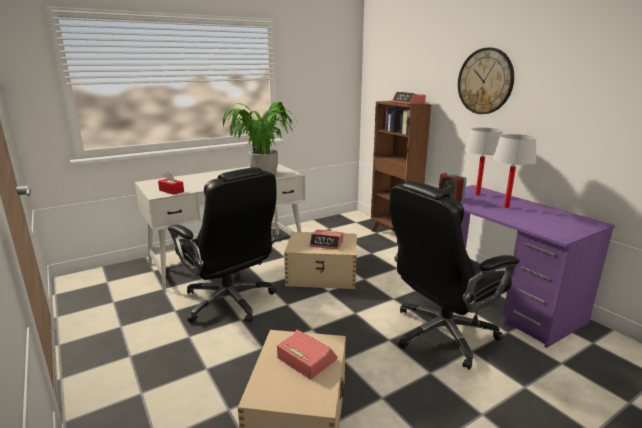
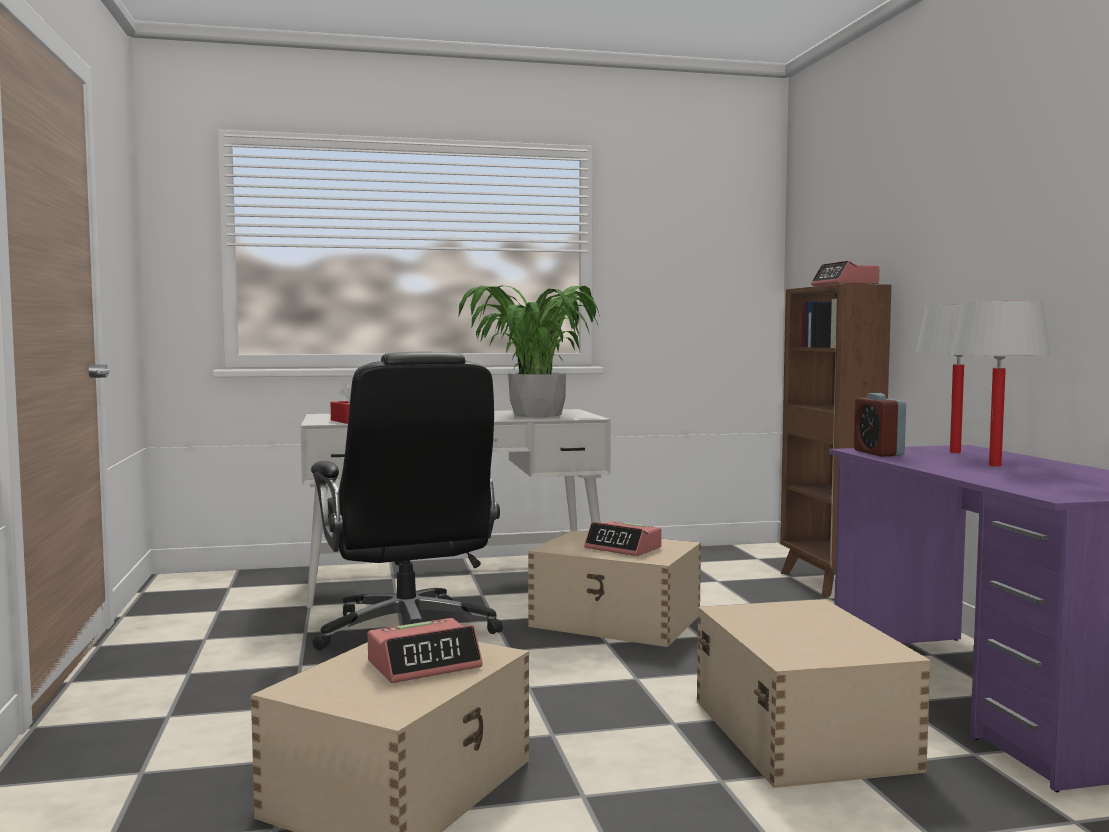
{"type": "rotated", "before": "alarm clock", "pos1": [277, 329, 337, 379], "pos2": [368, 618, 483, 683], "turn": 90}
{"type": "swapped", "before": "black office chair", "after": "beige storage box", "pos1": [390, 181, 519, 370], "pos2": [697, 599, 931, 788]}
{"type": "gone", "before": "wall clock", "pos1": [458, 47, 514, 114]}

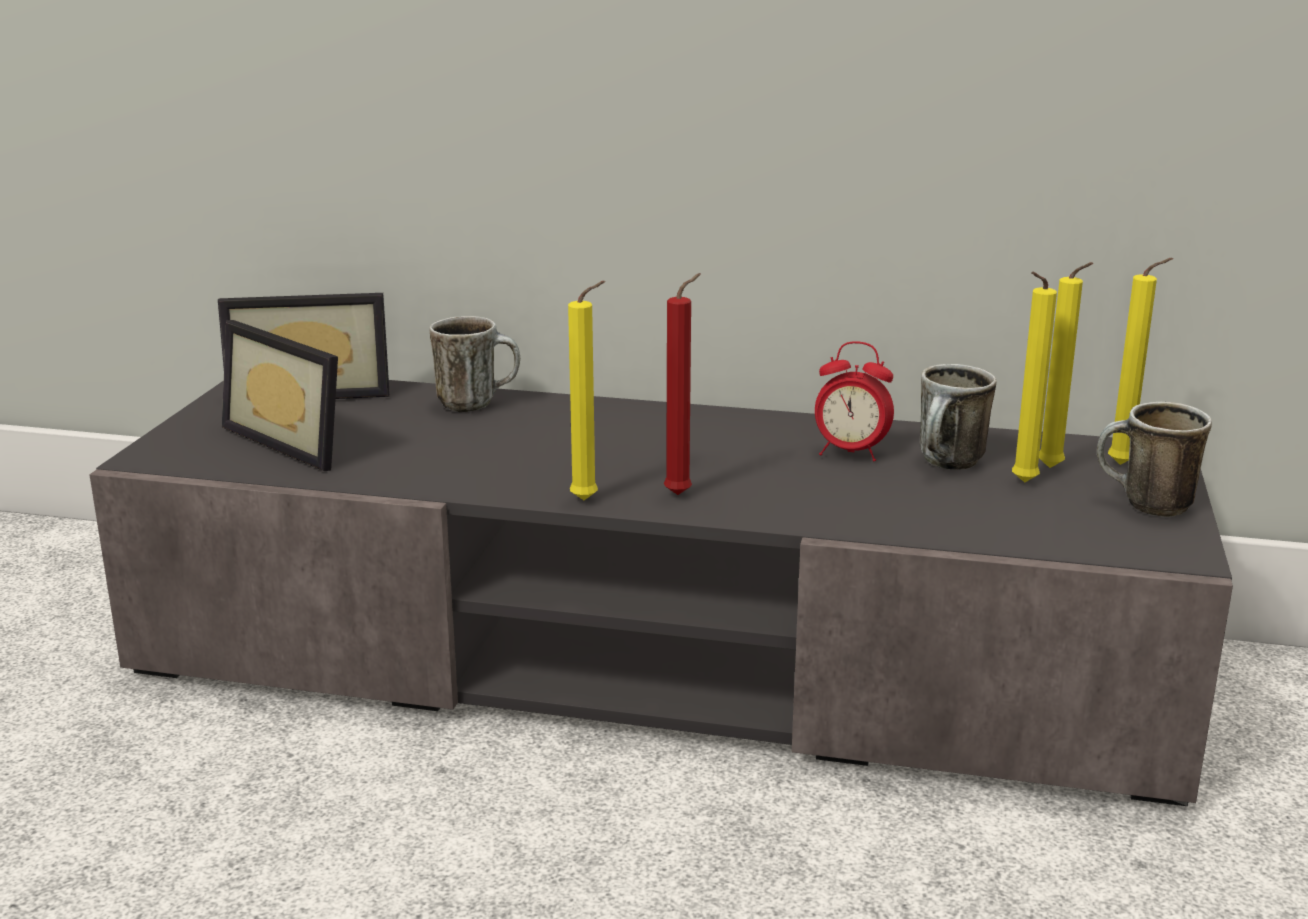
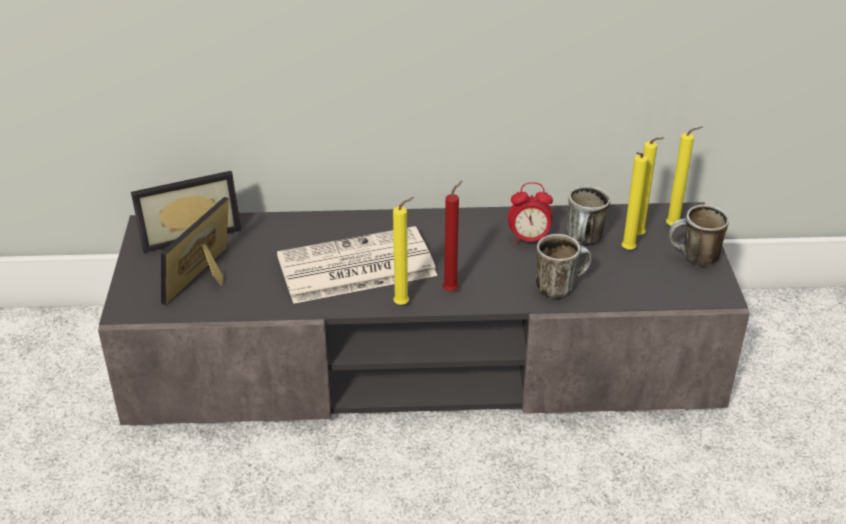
{"type": "rotated", "before": "picture frame", "pos1": [222, 320, 338, 471], "pos2": [161, 197, 229, 306], "turn": 90}
{"type": "shifted", "before": "mug", "pos1": [429, 316, 520, 412], "pos2": [536, 234, 592, 299]}
{"type": "new", "after": "newspaper", "pos2": [277, 226, 437, 304]}

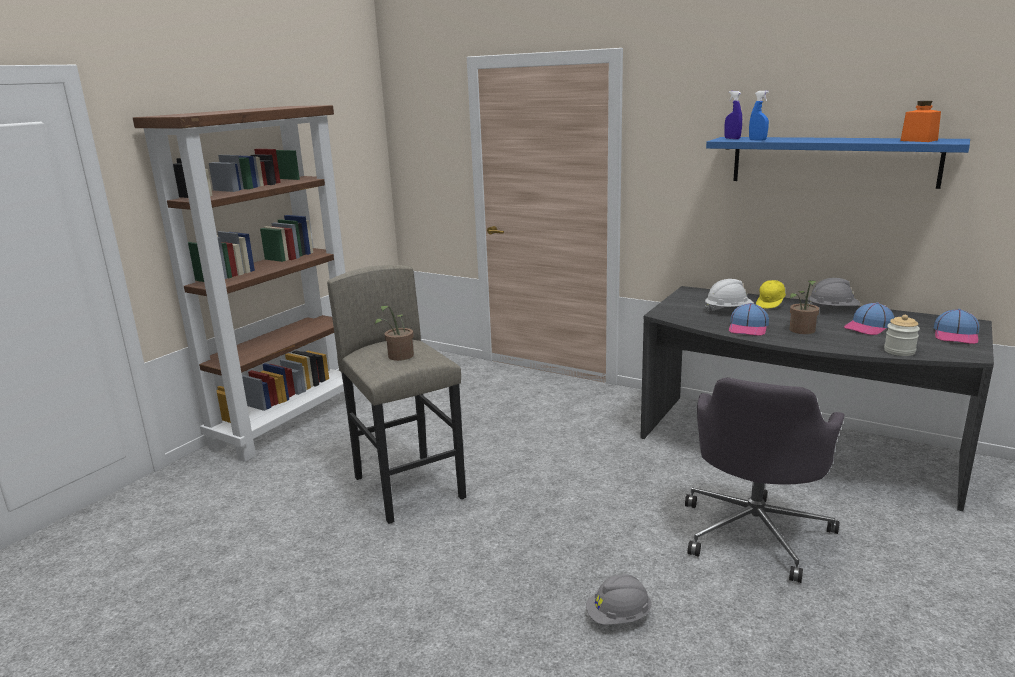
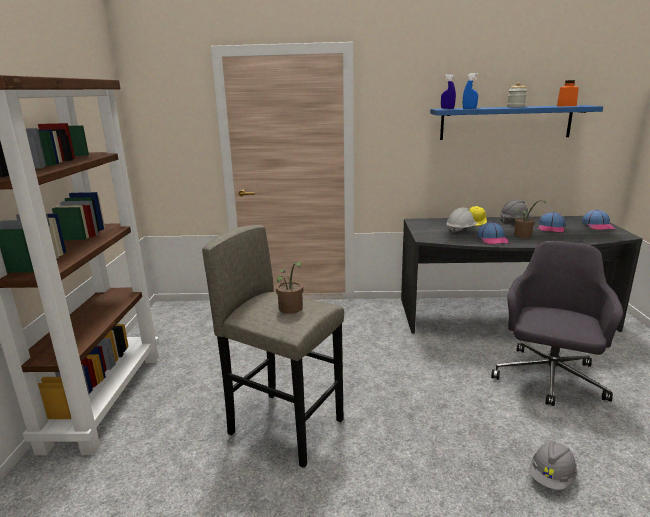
{"type": "rotated", "before": "grey office chair", "pos1": [685, 377, 845, 583], "pos2": [491, 241, 623, 406], "turn": -150}
{"type": "shifted", "before": "jar", "pos1": [884, 315, 920, 356], "pos2": [507, 82, 527, 107]}

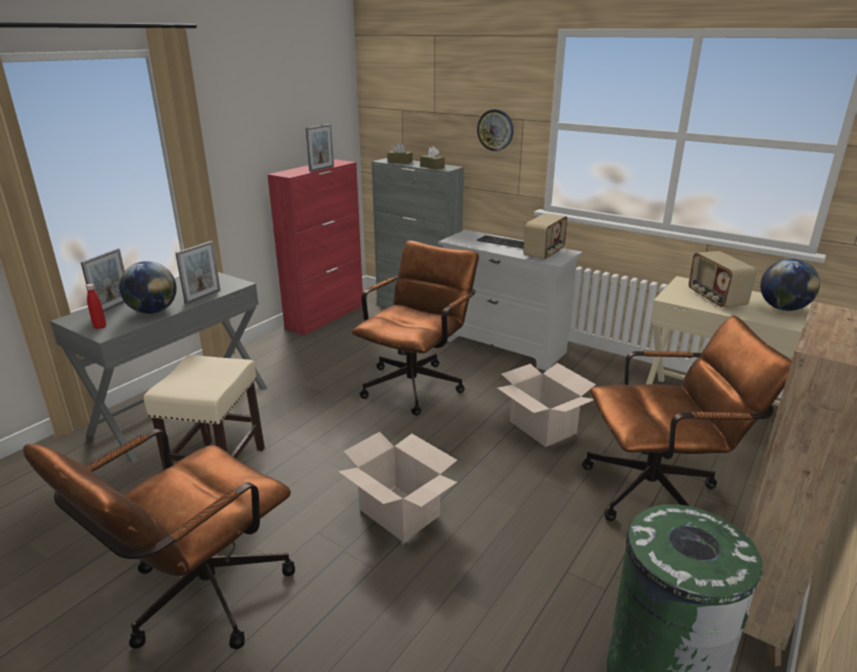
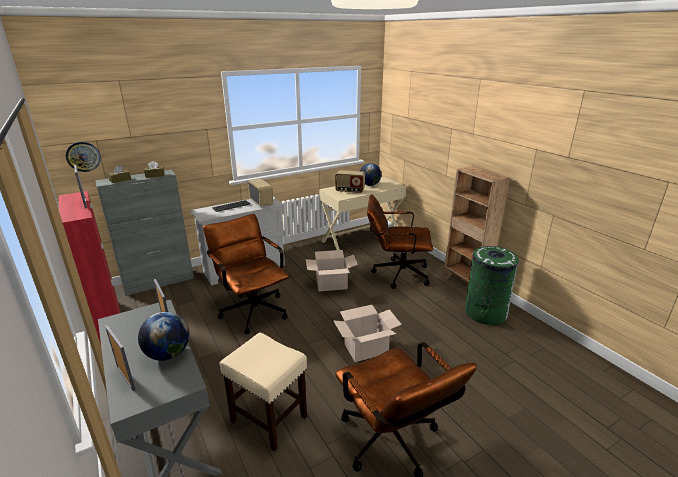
{"type": "gone", "before": "red bottle", "pos1": [86, 284, 106, 329]}
{"type": "shifted", "before": "wall clock", "pos1": [477, 109, 513, 151], "pos2": [66, 142, 101, 172]}
{"type": "rotated", "before": "brown office chair", "pos1": [582, 316, 792, 521], "pos2": [367, 194, 433, 289], "turn": -105}

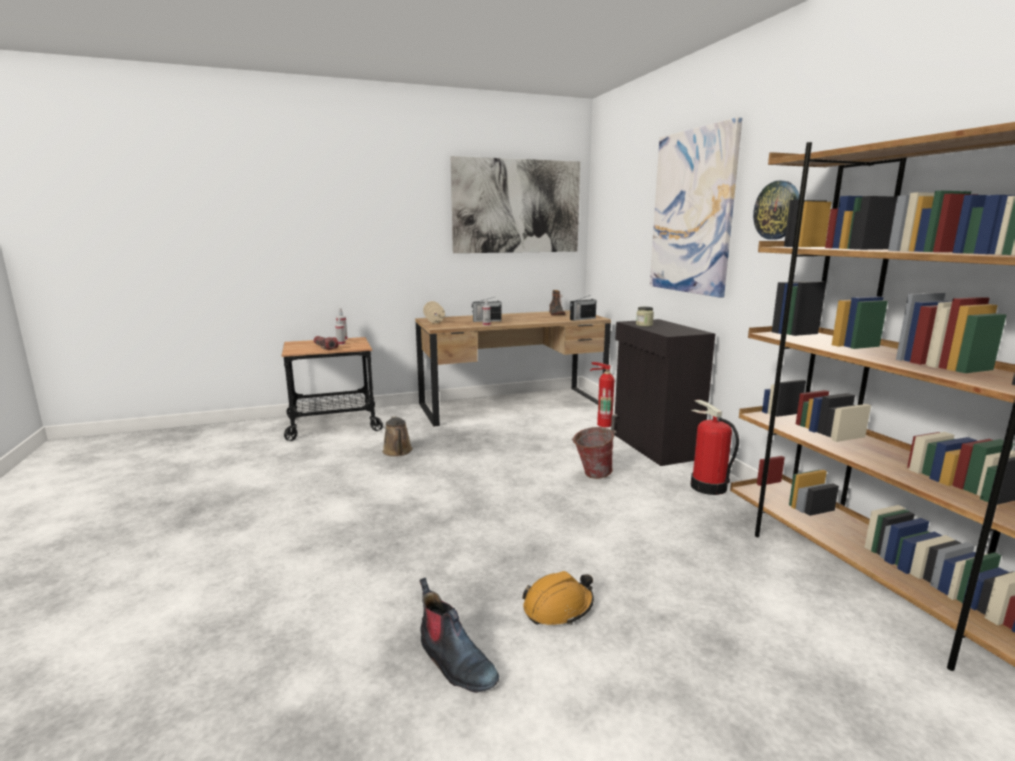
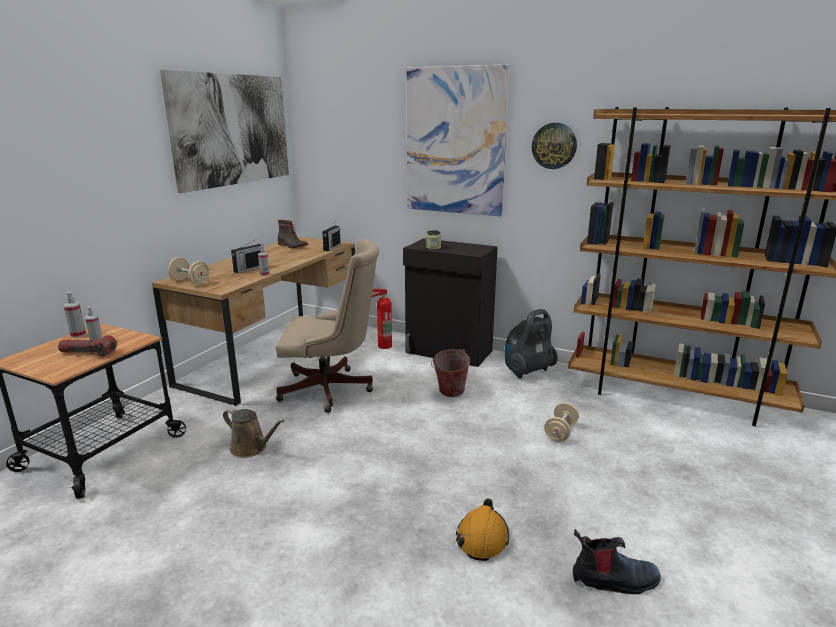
{"type": "shifted", "before": "orange hard hat", "pos1": [522, 571, 594, 625], "pos2": [456, 498, 509, 561]}
{"type": "swapped", "before": "fire extinguisher", "after": "vacuum cleaner", "pos1": [691, 400, 739, 495], "pos2": [504, 309, 558, 379]}
{"type": "new", "after": "beige office chair", "pos2": [276, 239, 380, 413]}
{"type": "new", "after": "beige dumbbell", "pos2": [544, 402, 579, 442]}

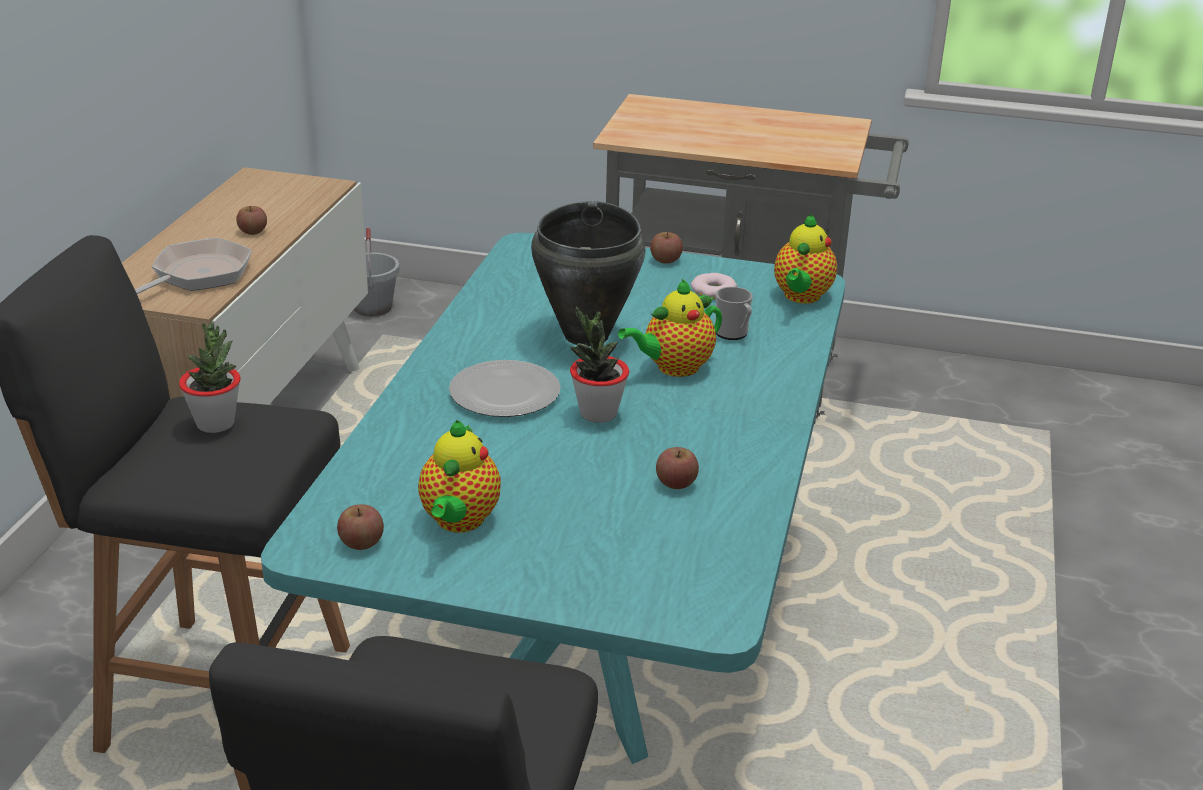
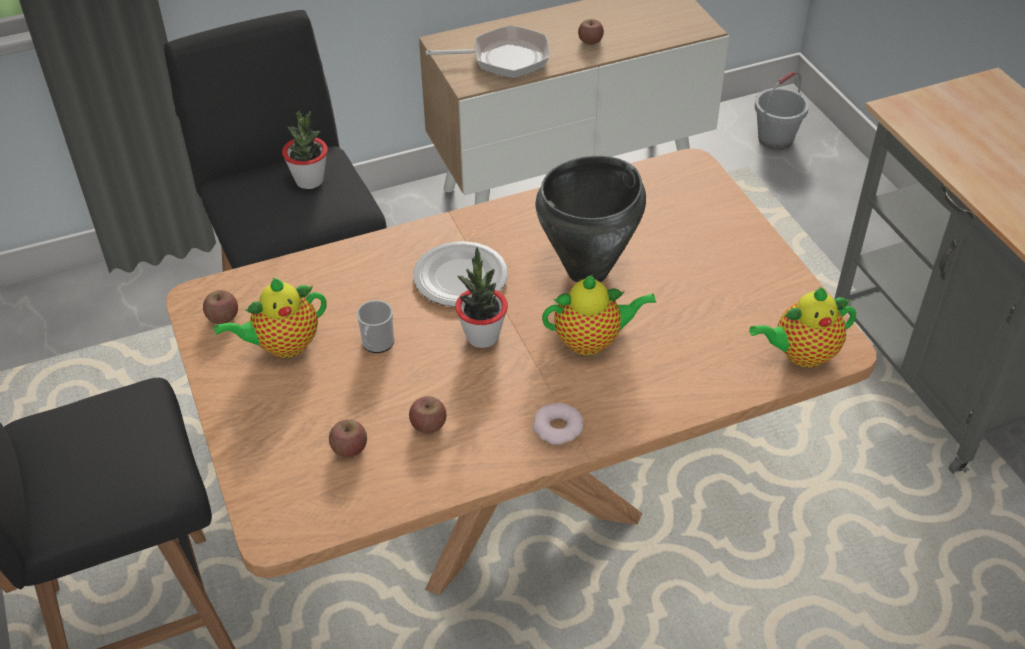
{"type": "repainted", "before": "turquoise dining table", "after": "brown dining table", "pos1": [261, 233, 845, 764], "pos2": [166, 148, 877, 595]}
{"type": "rotated", "before": "teapot", "pos1": [618, 279, 722, 377], "pos2": [542, 275, 657, 355], "turn": 150}
{"type": "shifted", "before": "apple", "pos1": [650, 232, 683, 264], "pos2": [329, 419, 367, 458]}
{"type": "shifted", "before": "donut", "pos1": [691, 273, 737, 299], "pos2": [533, 403, 583, 444]}
{"type": "shifted", "before": "mug", "pos1": [715, 287, 753, 340], "pos2": [356, 300, 394, 353]}

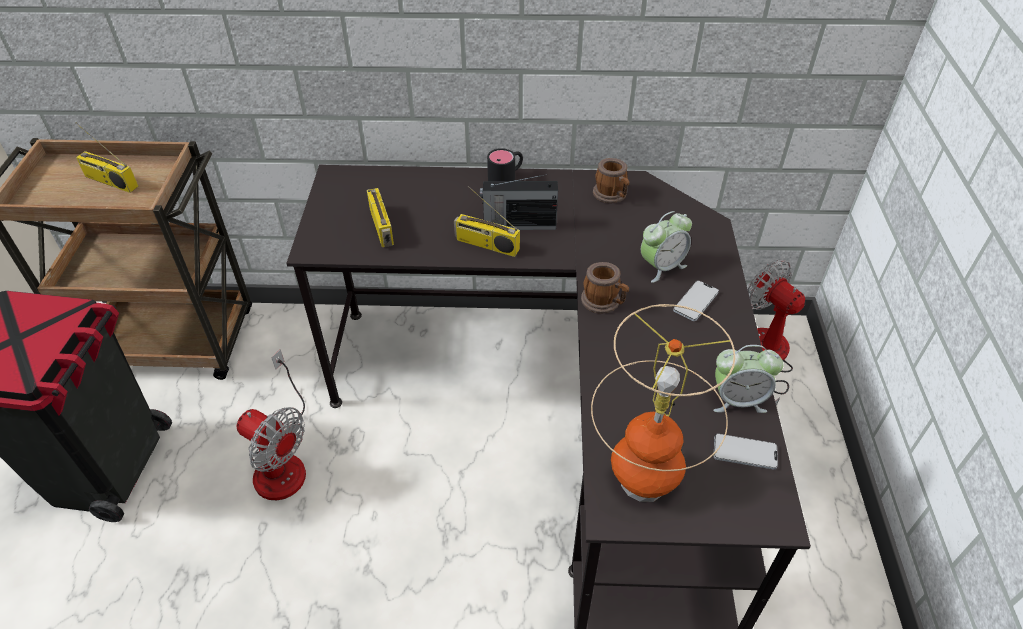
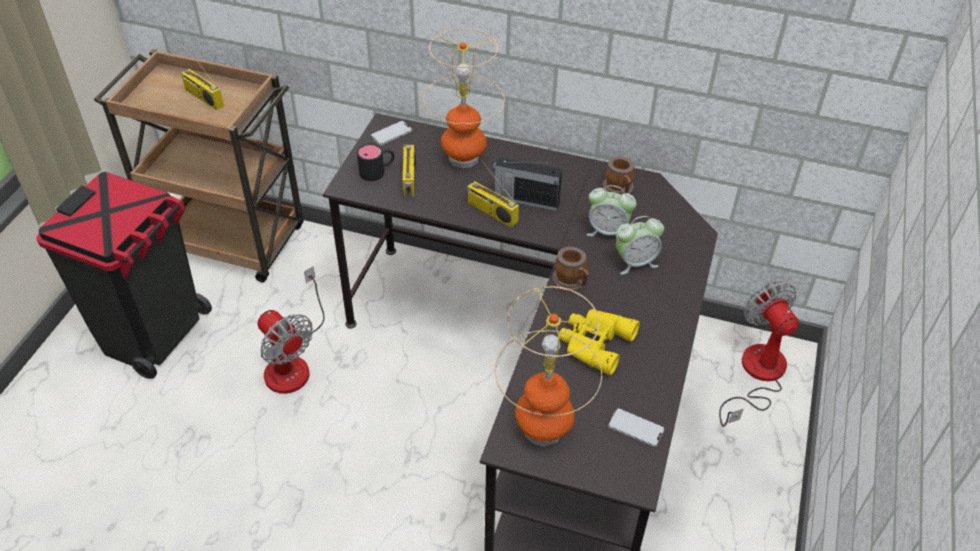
{"type": "shifted", "before": "black mug", "pos1": [487, 148, 523, 181], "pos2": [357, 143, 395, 181]}
{"type": "shifted", "before": "phone", "pos1": [673, 280, 719, 321], "pos2": [370, 121, 412, 145]}
{"type": "shifted", "before": "alarm clock", "pos1": [713, 345, 784, 413], "pos2": [586, 185, 636, 239]}
{"type": "new", "after": "table lamp", "pos2": [423, 28, 505, 168]}
{"type": "new", "after": "yellow binoculars", "pos2": [559, 309, 640, 375]}

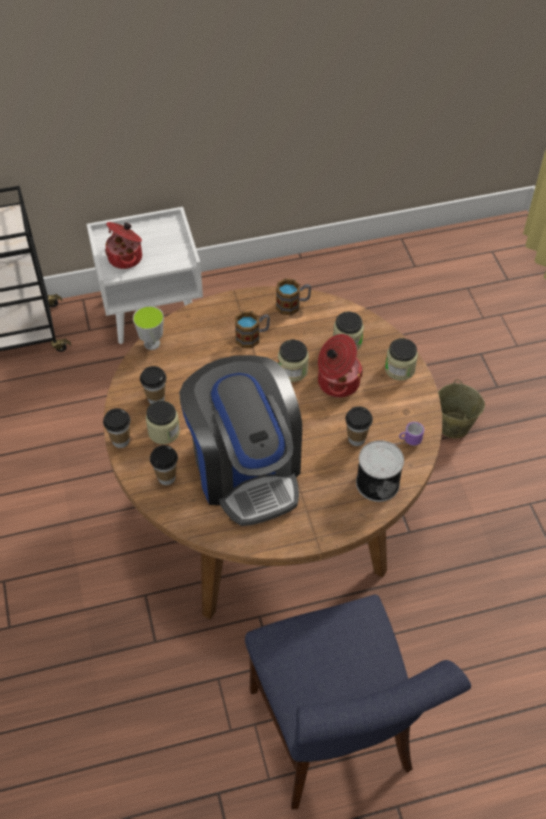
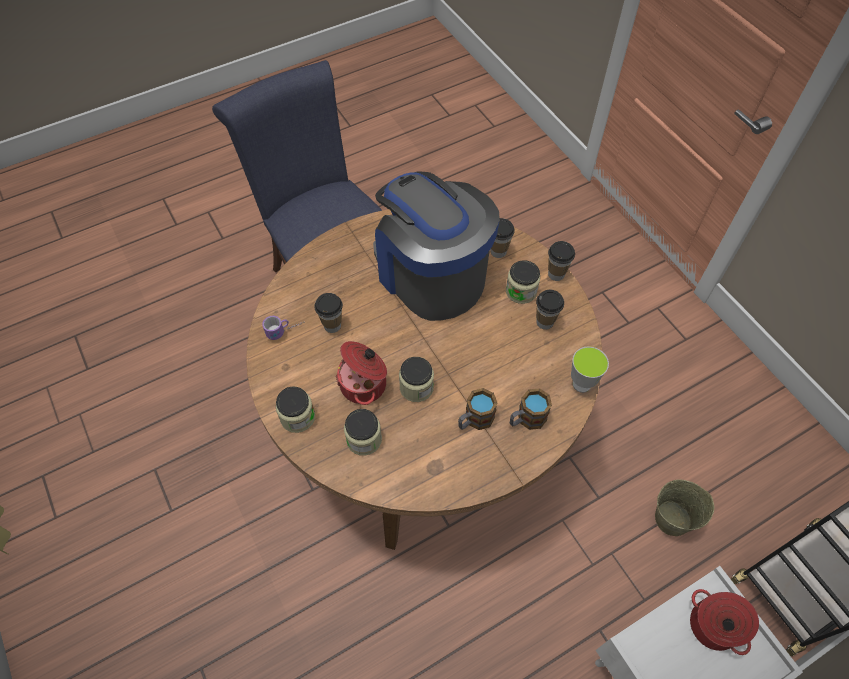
{"type": "shifted", "before": "mug", "pos1": [276, 278, 311, 315], "pos2": [510, 388, 552, 430]}
{"type": "gone", "before": "can", "pos1": [356, 440, 404, 502]}
{"type": "shifted", "before": "beige bucket", "pos1": [438, 379, 485, 438], "pos2": [655, 479, 715, 536]}

